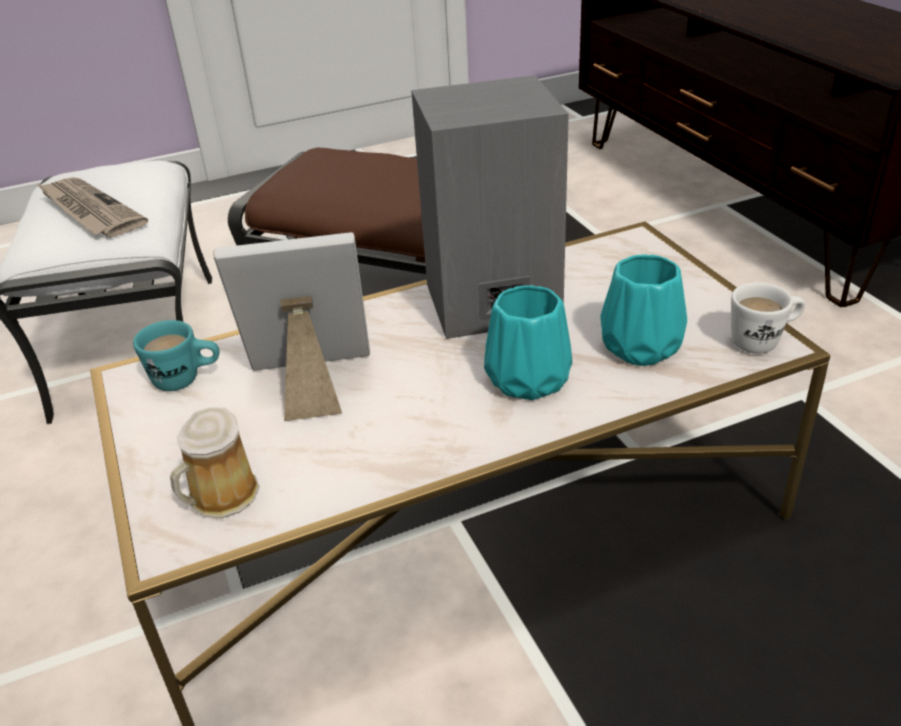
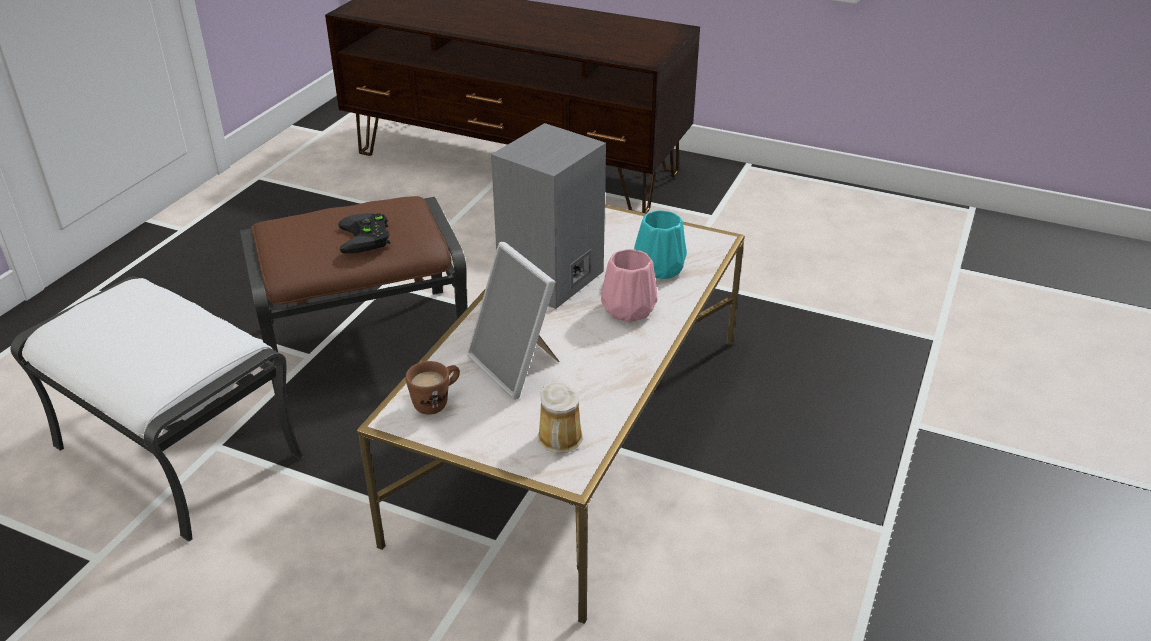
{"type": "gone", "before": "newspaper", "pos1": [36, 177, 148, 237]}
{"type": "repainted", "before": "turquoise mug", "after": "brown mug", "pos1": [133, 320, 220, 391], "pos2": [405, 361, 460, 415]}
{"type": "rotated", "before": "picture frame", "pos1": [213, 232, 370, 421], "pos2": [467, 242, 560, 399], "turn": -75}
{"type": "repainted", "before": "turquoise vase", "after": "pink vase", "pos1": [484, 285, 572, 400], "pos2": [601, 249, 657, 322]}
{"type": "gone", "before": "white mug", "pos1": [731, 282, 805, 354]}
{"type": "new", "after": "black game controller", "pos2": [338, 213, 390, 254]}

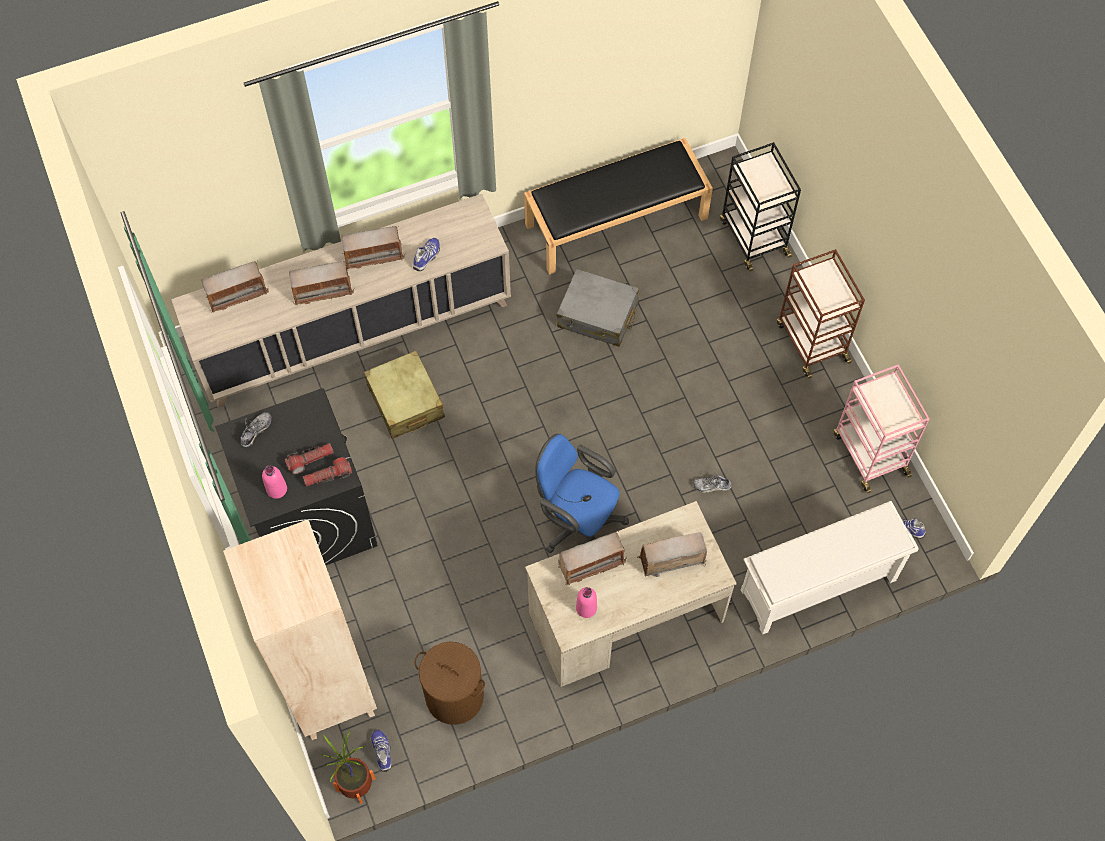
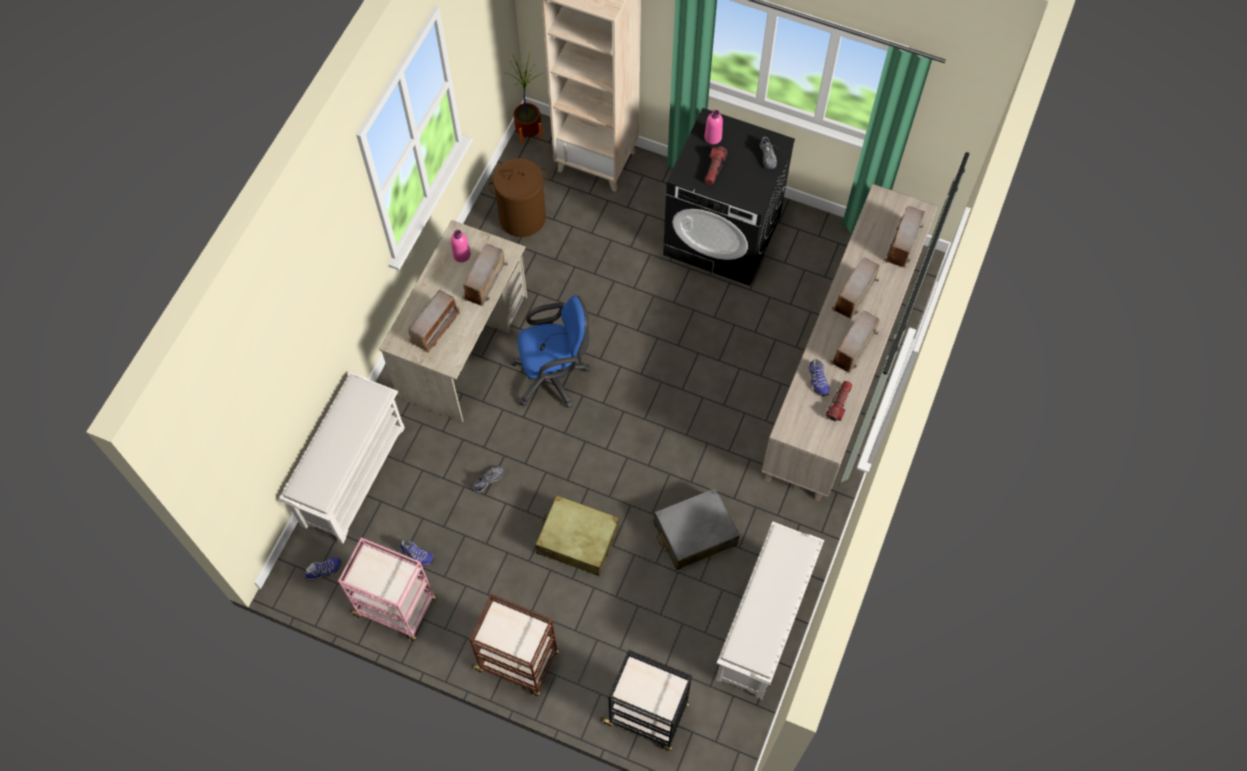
{"type": "shifted", "before": "flashlight", "pos1": [303, 457, 352, 487], "pos2": [826, 381, 852, 421]}
{"type": "shifted", "before": "beige suitcase", "pos1": [364, 351, 445, 439], "pos2": [536, 495, 619, 576]}
{"type": "shifted", "before": "shoe", "pos1": [371, 730, 392, 772], "pos2": [400, 540, 434, 566]}
{"type": "swapped", "before": "black bench", "after": "white shoe rack", "pos1": [524, 138, 713, 275], "pos2": [716, 521, 824, 699]}

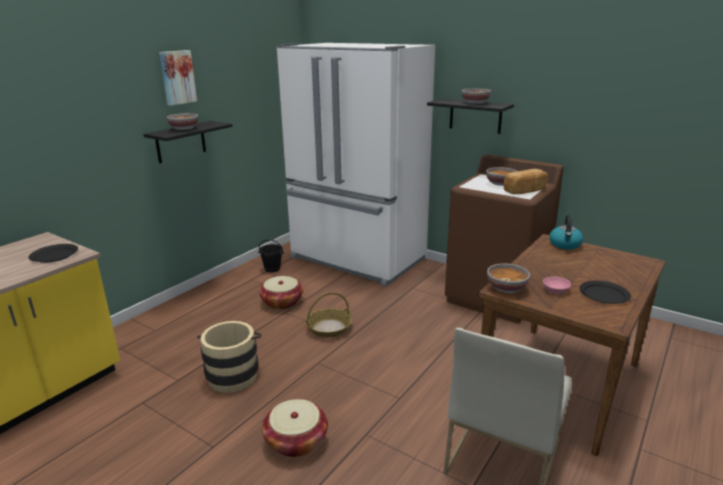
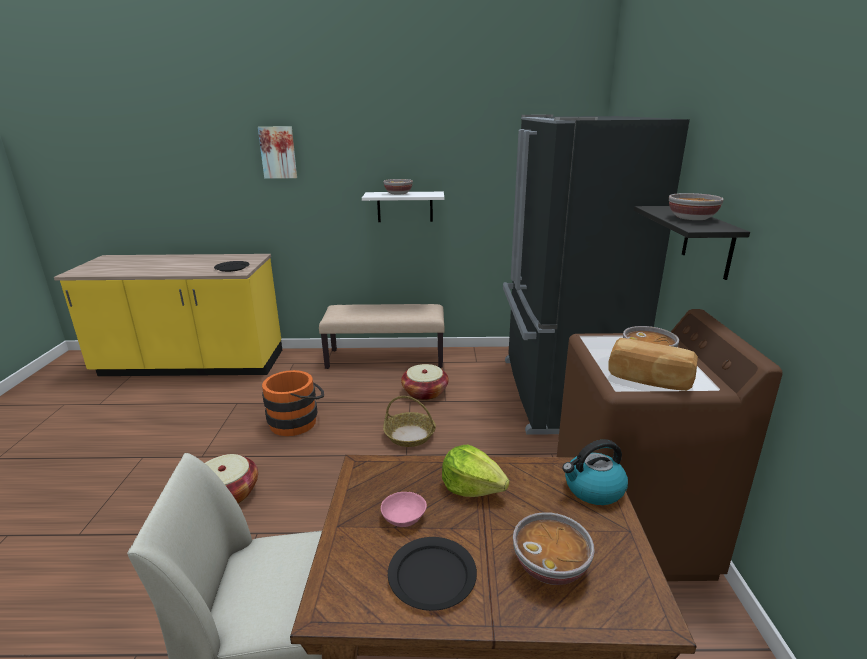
{"type": "repainted", "before": "black shelf", "after": "white shelf", "pos1": [144, 121, 233, 163], "pos2": [362, 192, 444, 222]}
{"type": "shifted", "before": "picture", "pos1": [159, 50, 197, 106], "pos2": [258, 126, 297, 179]}
{"type": "repainted", "before": "beige bucket", "after": "orange bucket", "pos1": [197, 321, 262, 393], "pos2": [262, 370, 324, 436]}
{"type": "gone", "before": "black bucket", "pos1": [258, 239, 284, 272]}
{"type": "repainted", "before": "white fridge", "after": "black fridge", "pos1": [276, 43, 435, 287], "pos2": [503, 114, 690, 435]}
{"type": "shifted", "before": "bowl", "pos1": [487, 263, 530, 293], "pos2": [513, 512, 595, 585]}
{"type": "new", "after": "beige bench", "pos2": [319, 304, 445, 369]}
{"type": "new", "after": "lettuce", "pos2": [442, 445, 510, 497]}

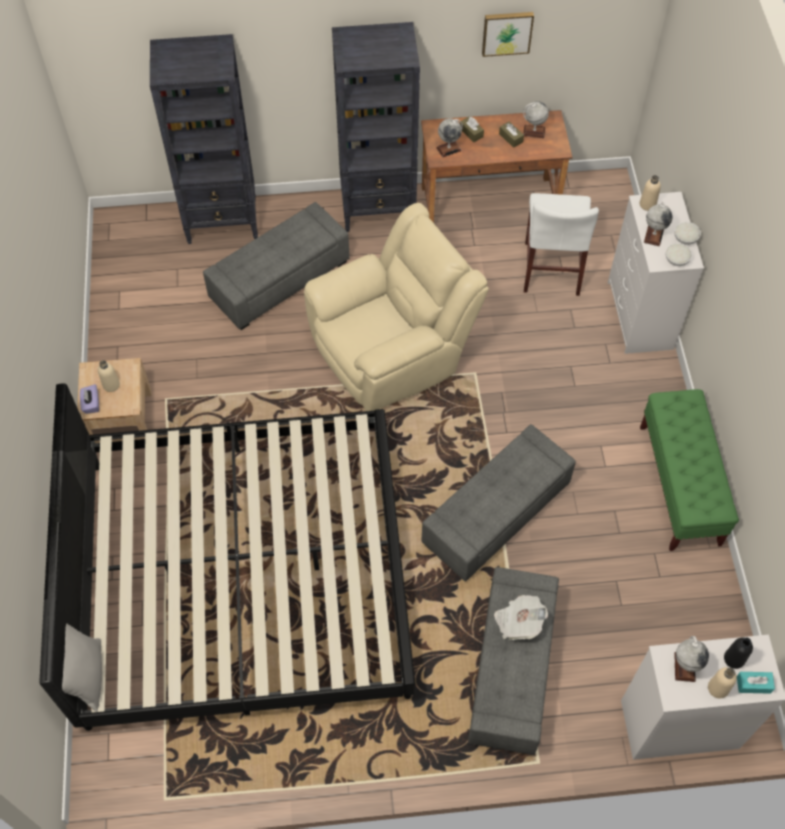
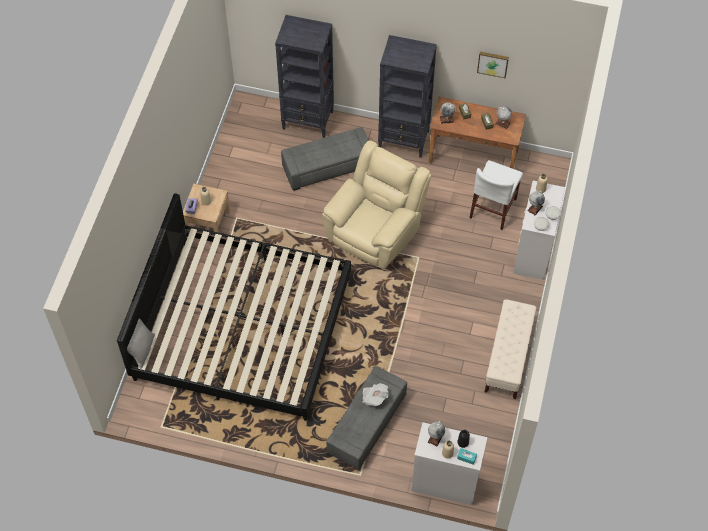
{"type": "rotated", "before": "beige armchair", "pos1": [304, 203, 489, 411], "pos2": [322, 140, 431, 269], "turn": -45}
{"type": "gone", "before": "grey ottoman", "pos1": [421, 424, 576, 581]}
{"type": "repainted", "before": "green bench", "after": "beige bench", "pos1": [640, 389, 739, 551], "pos2": [485, 299, 537, 399]}

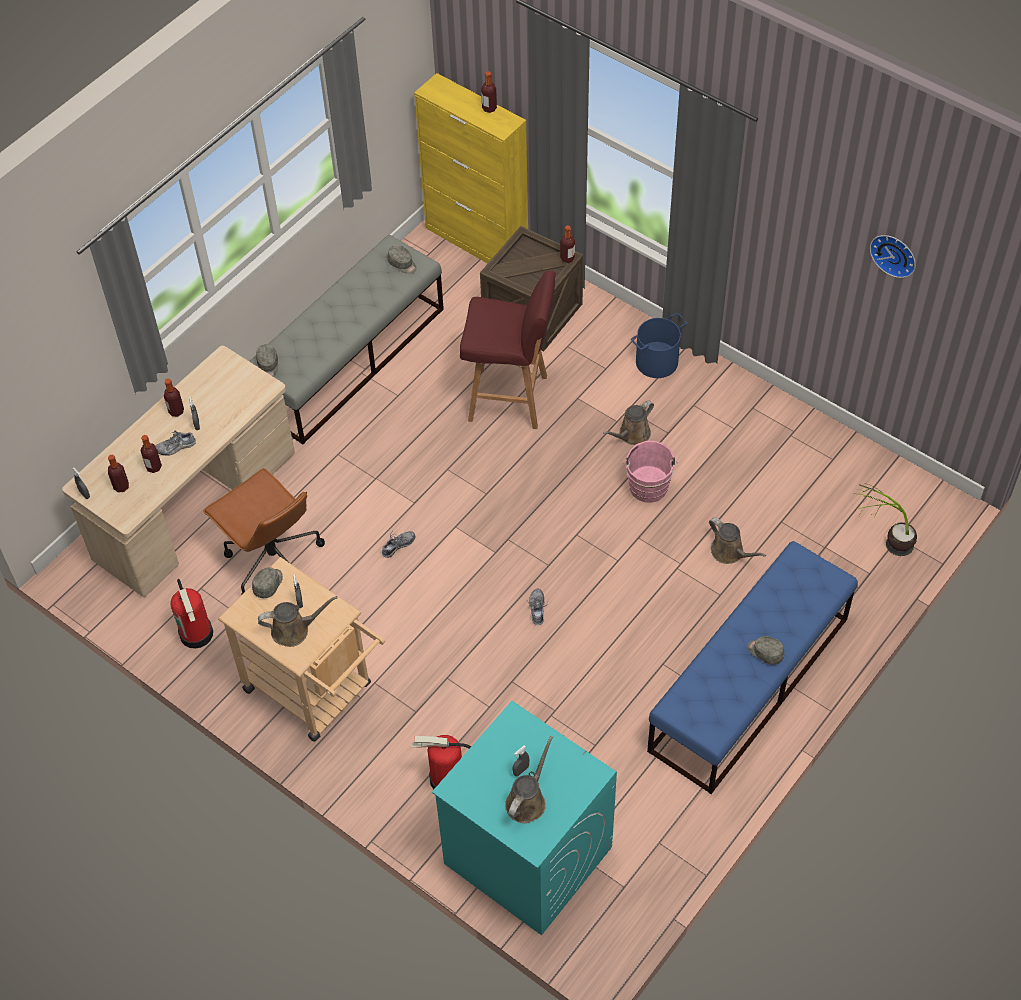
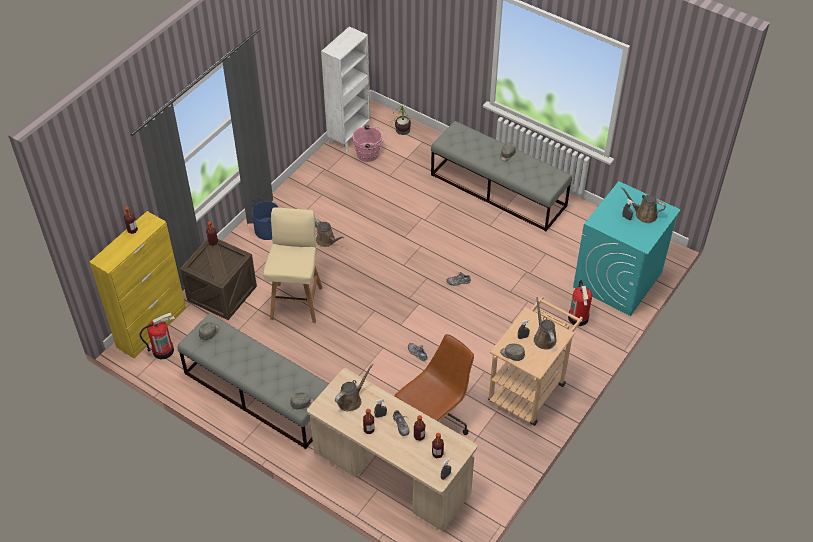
{"type": "shifted", "before": "fire extinguisher", "pos1": [171, 579, 213, 649], "pos2": [140, 312, 175, 359]}
{"type": "repainted", "before": "red stool", "after": "beige stool", "pos1": [460, 271, 556, 429], "pos2": [263, 208, 322, 323]}
{"type": "shifted", "before": "pink bucket", "pos1": [623, 441, 677, 503], "pos2": [353, 125, 386, 162]}
{"type": "repainted", "before": "blue bench", "after": "grey bench", "pos1": [647, 541, 858, 794], "pos2": [431, 121, 572, 231]}
{"type": "shifted", "before": "brown watering can", "pos1": [709, 517, 766, 564], "pos2": [335, 364, 374, 411]}
{"type": "gone", "before": "wall clock", "pos1": [870, 235, 916, 278]}
{"type": "new", "after": "white bookcase", "pos2": [321, 26, 370, 152]}

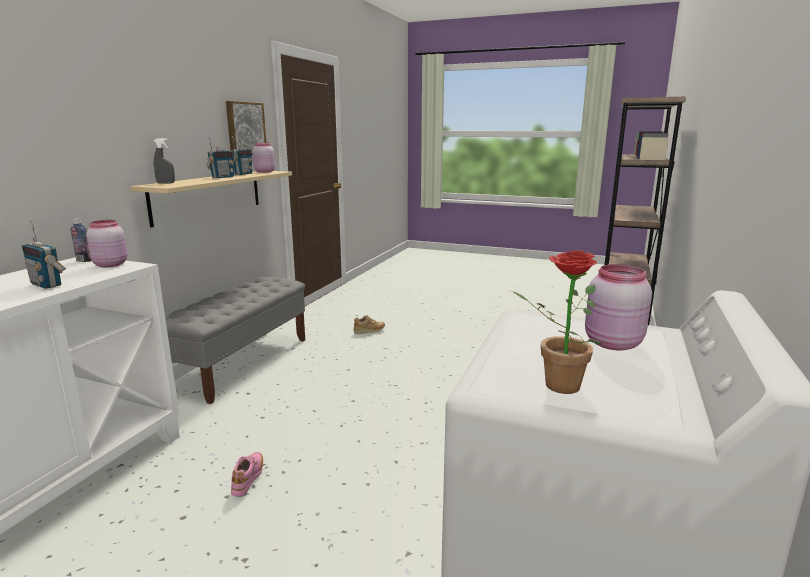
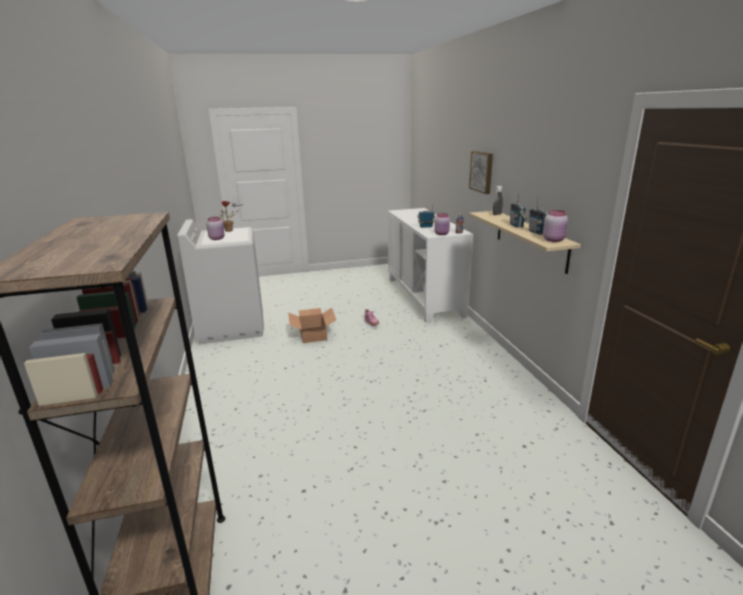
{"type": "gone", "before": "grey bench", "pos1": [165, 277, 305, 404]}
{"type": "shifted", "before": "picture", "pos1": [226, 101, 266, 155], "pos2": [469, 151, 493, 194]}
{"type": "gone", "before": "beige shoe", "pos1": [354, 315, 385, 334]}
{"type": "new", "after": "cardboard box", "pos2": [288, 307, 337, 343]}

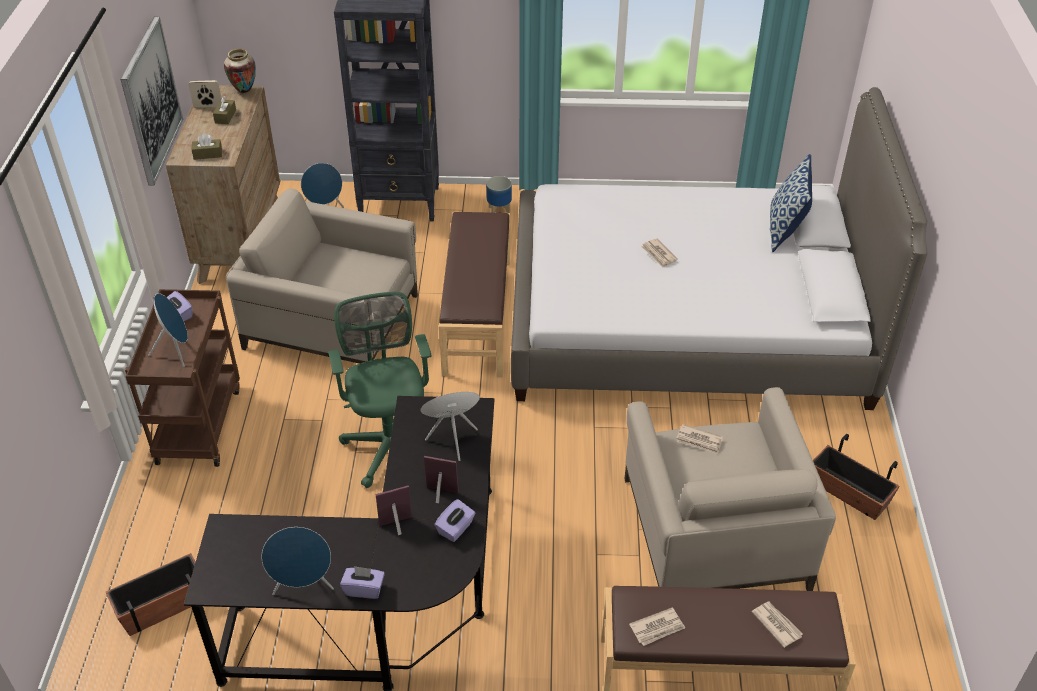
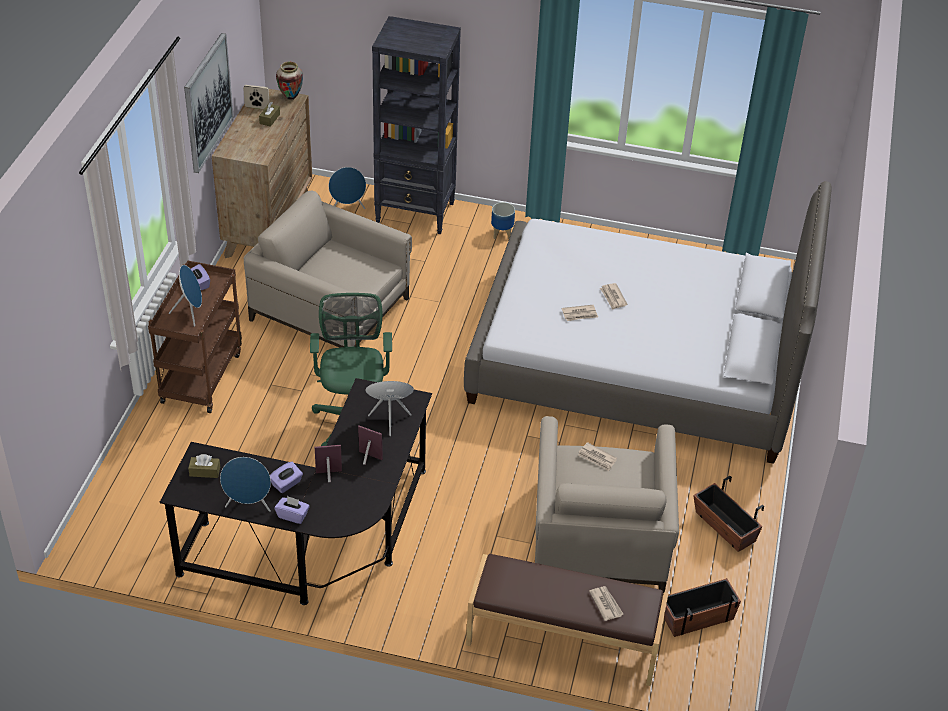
{"type": "shifted", "before": "planter", "pos1": [106, 553, 195, 636], "pos2": [662, 578, 741, 637]}
{"type": "shifted", "before": "brown tissue box", "pos1": [191, 134, 222, 160], "pos2": [188, 454, 220, 478]}
{"type": "shifted", "before": "purple tissue box", "pos1": [434, 499, 475, 542], "pos2": [270, 462, 303, 493]}
{"type": "gone", "before": "brown bench", "pos1": [439, 212, 510, 378]}
{"type": "shifted", "before": "newspaper", "pos1": [629, 607, 685, 646], "pos2": [562, 305, 598, 321]}
{"type": "gone", "before": "pillow", "pos1": [770, 154, 812, 252]}

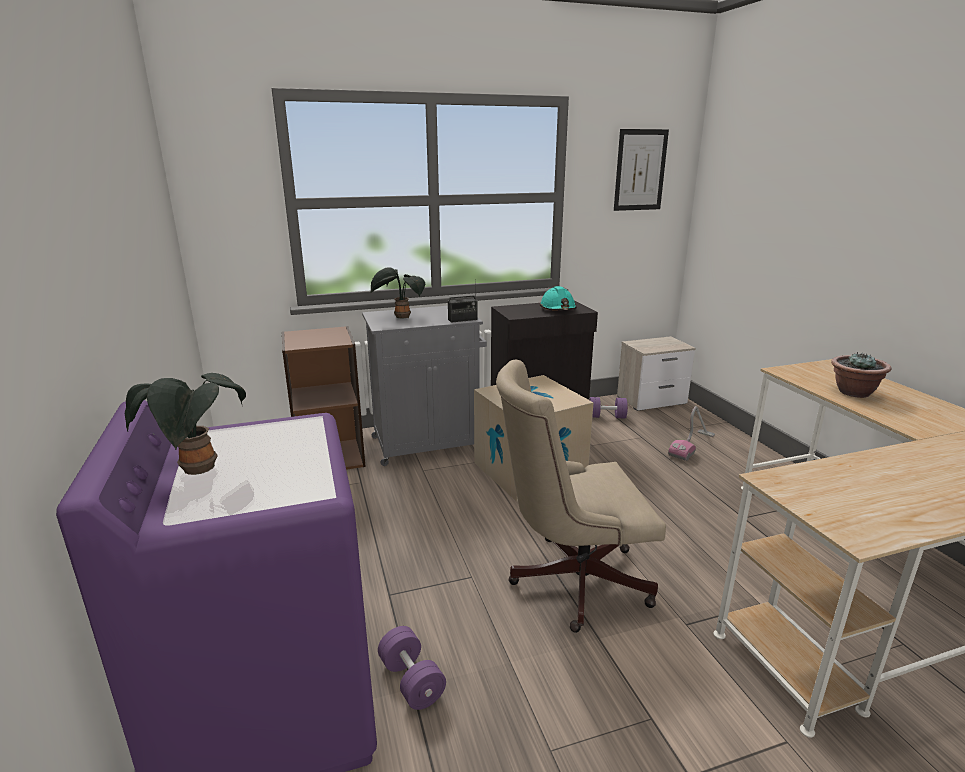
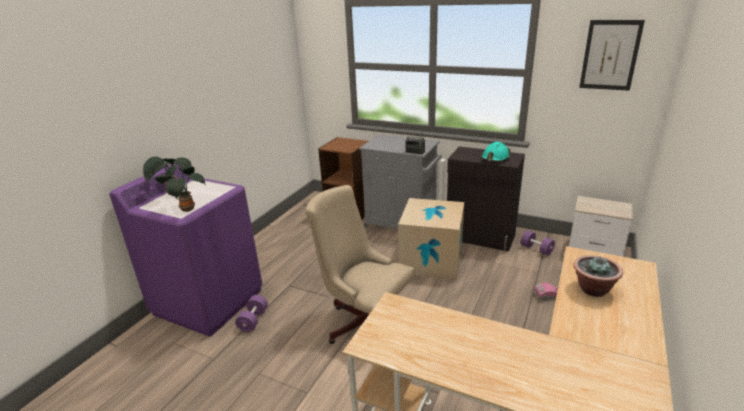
{"type": "shifted", "before": "potted plant", "pos1": [370, 267, 425, 318], "pos2": [154, 165, 206, 212]}

